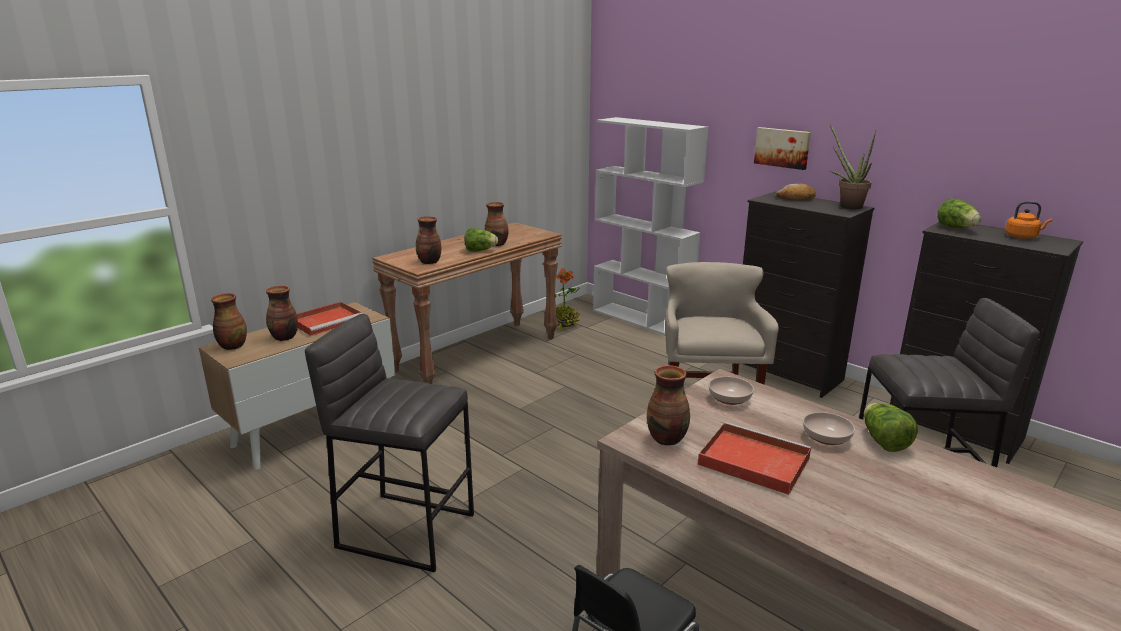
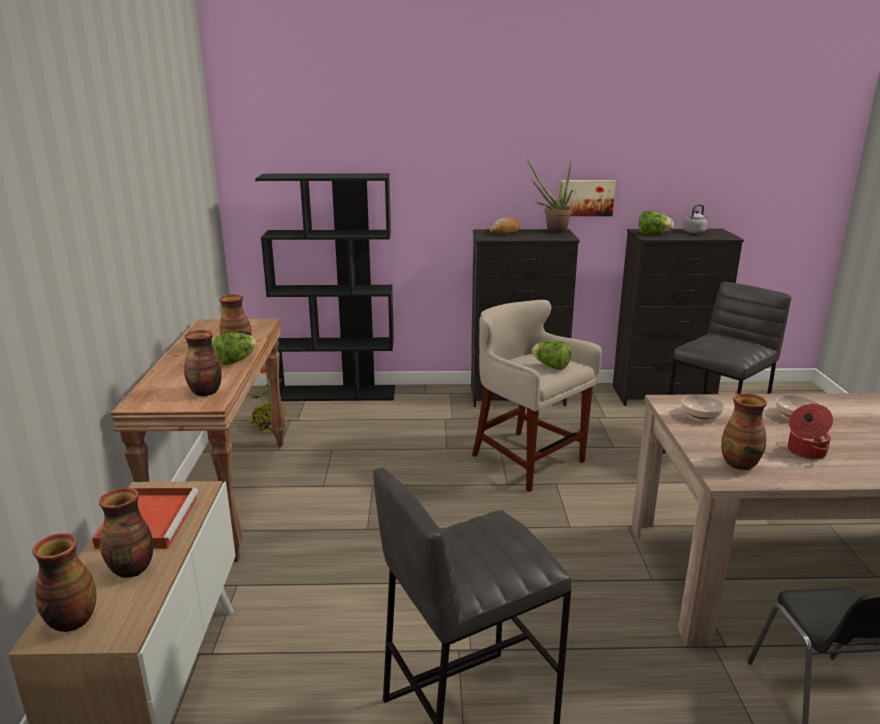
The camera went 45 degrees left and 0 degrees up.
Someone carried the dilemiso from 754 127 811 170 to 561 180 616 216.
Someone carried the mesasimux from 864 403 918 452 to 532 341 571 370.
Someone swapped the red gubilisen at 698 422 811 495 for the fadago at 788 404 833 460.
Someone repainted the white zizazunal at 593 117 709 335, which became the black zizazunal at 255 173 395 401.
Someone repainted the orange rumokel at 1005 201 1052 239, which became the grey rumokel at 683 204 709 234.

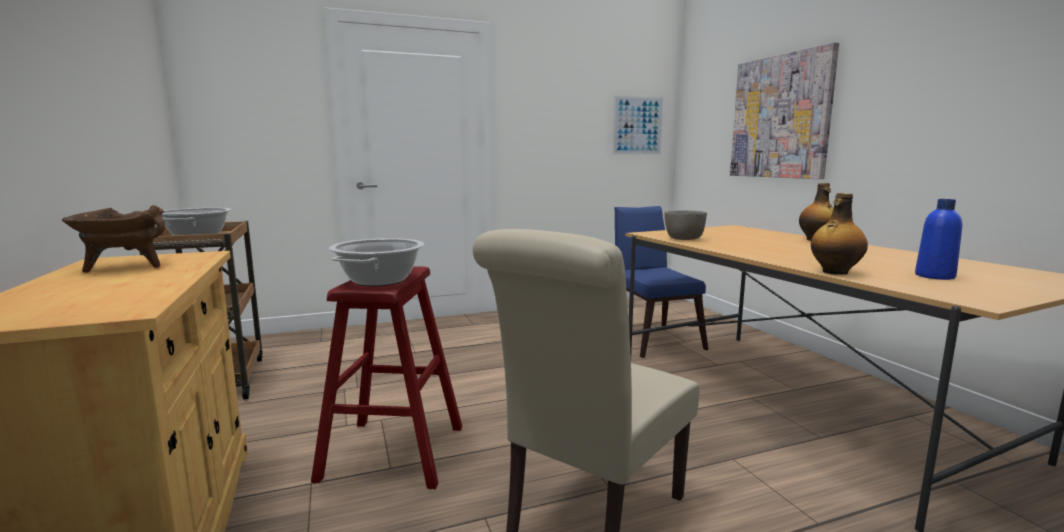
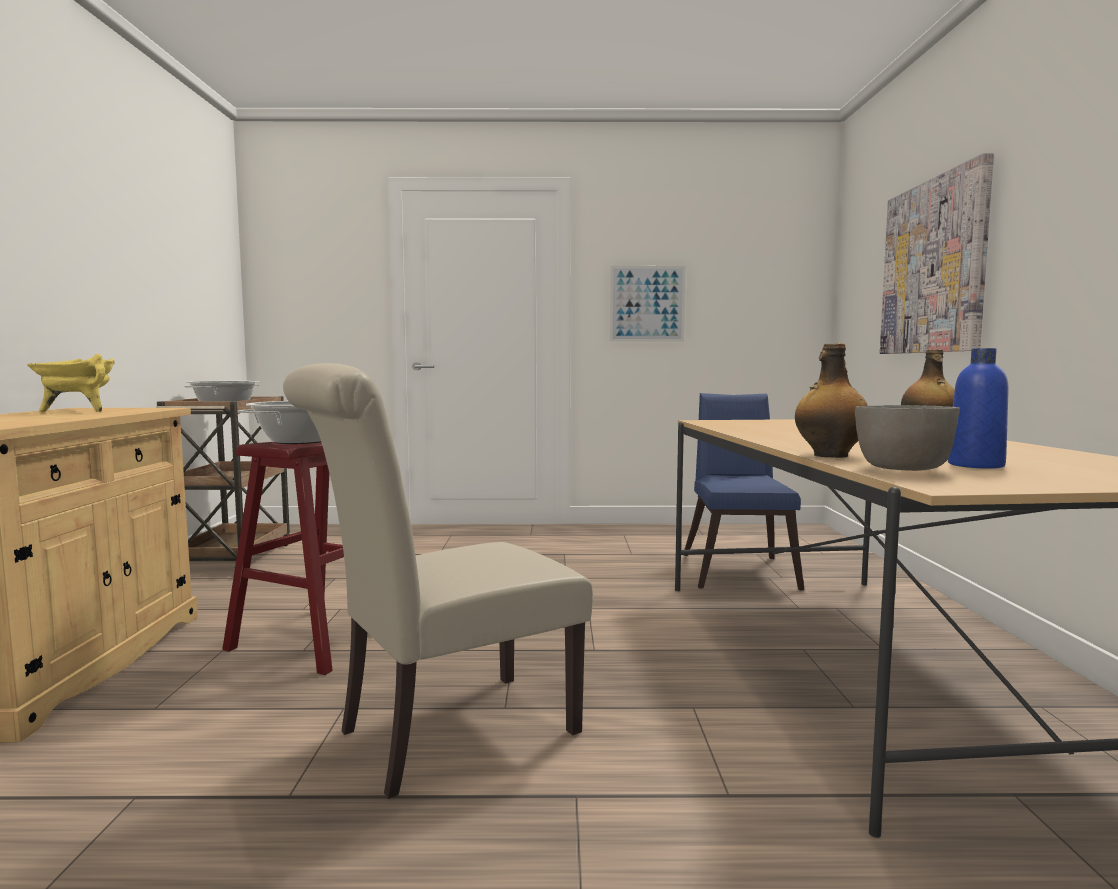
The camera went 20 degrees right and 5 degrees down.
Someone carried the dilemiso from 612 96 664 155 to 610 266 685 341.
Someone carried the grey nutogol from 664 210 707 240 to 855 405 960 471.
Someone repainted the brown fadago at 62 205 165 272, which became the yellow fadago at 27 354 115 412.

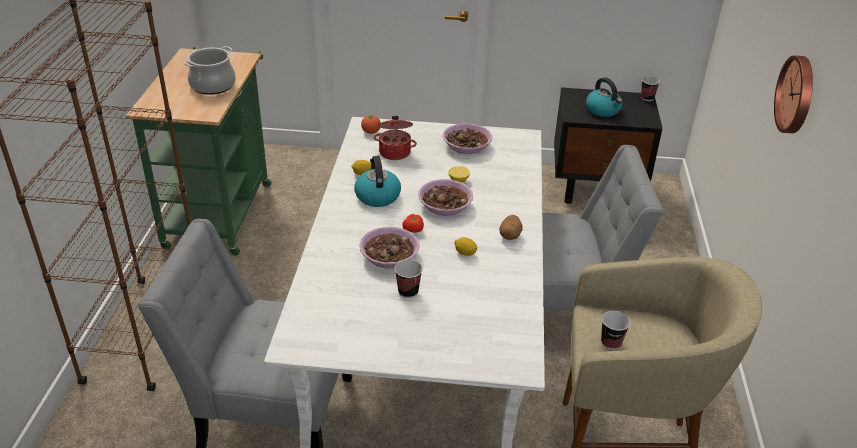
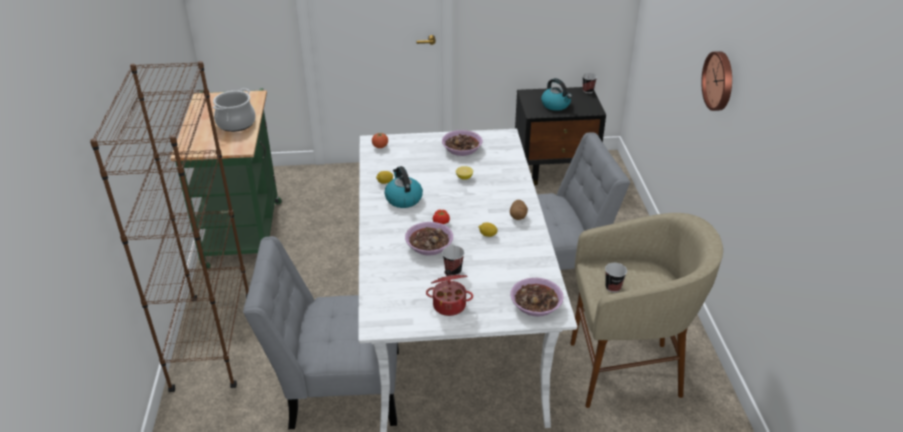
The camera went 10 degrees left and 0 degrees up.
Someone carried the fadago from 374 116 417 160 to 426 270 473 316.
Someone carried the nutogol from 418 179 473 216 to 510 278 564 317.

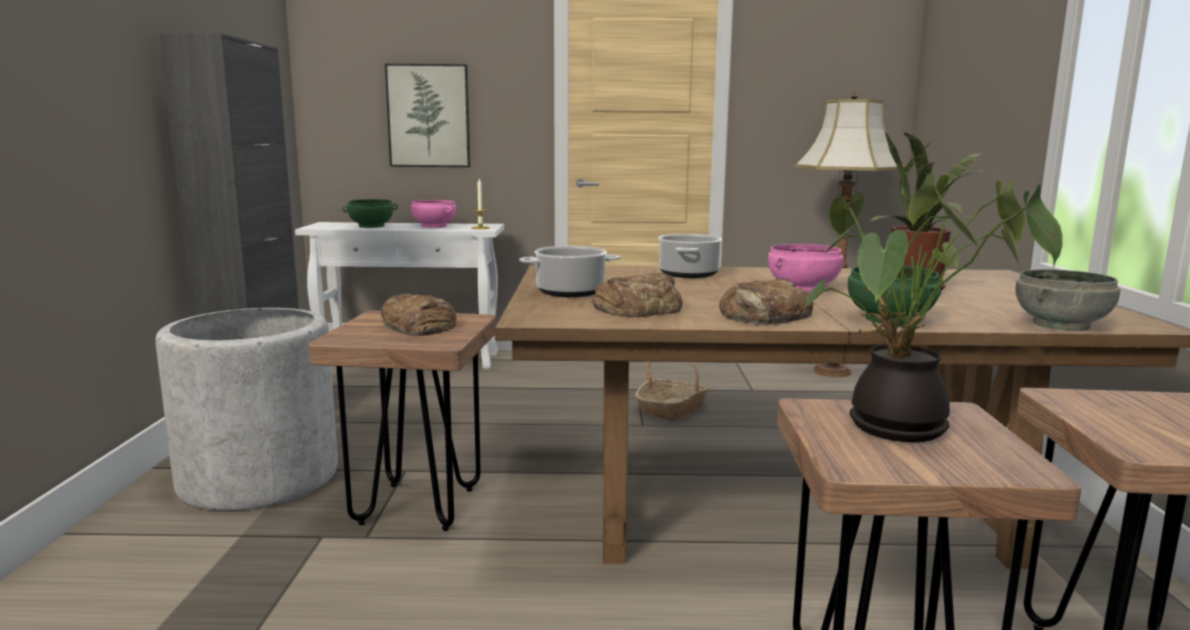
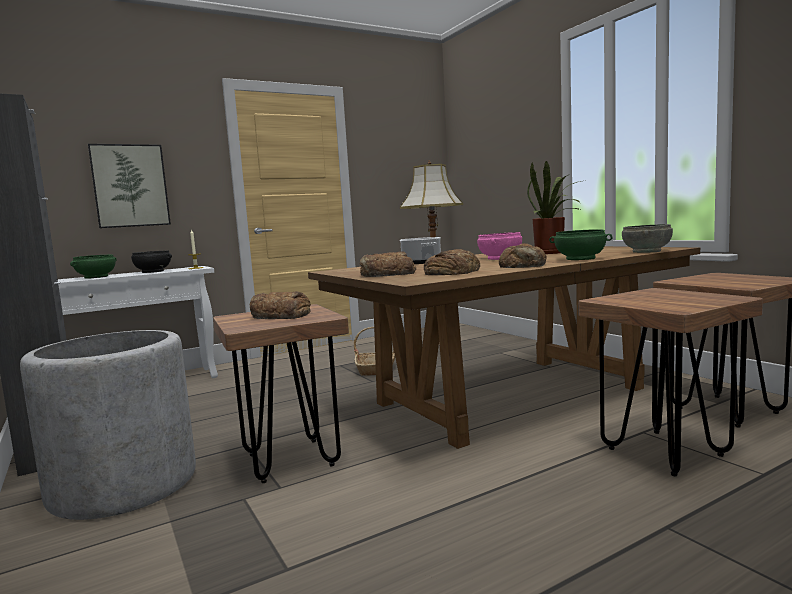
The camera went 30 degrees left and 5 degrees down.
Someone took away the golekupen at 803 173 1062 442.
Someone swapped the fadago at 519 246 621 297 for the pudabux at 360 251 416 277.
Someone repainted the pink nutogol at 411 200 456 228, which became the black nutogol at 131 251 172 273.

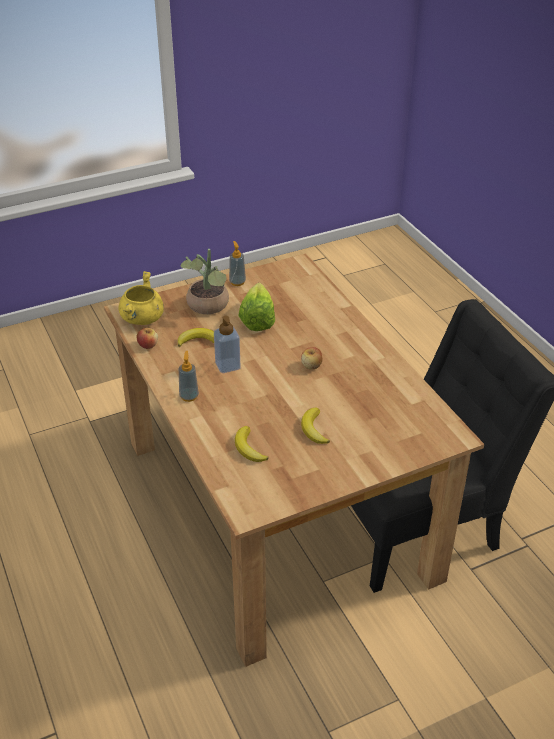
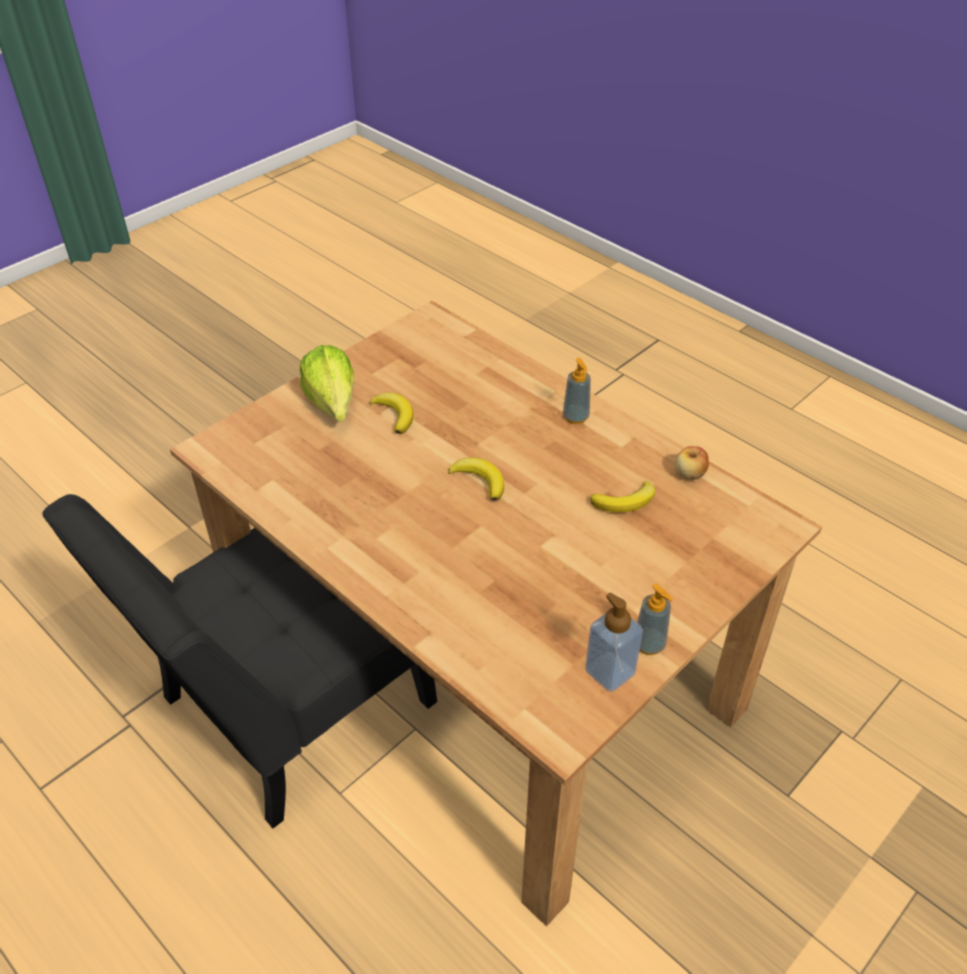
The camera went 160 degrees right and 5 degrees up.
Someone took away the yellow fadago at 119 271 164 325.
Someone took away the golekupen at 181 249 229 314.
Someone took away the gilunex at 301 347 323 370.
Someone carried the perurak from 214 316 241 373 to 585 593 643 692.
Someone carried the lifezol from 235 426 269 462 to 448 457 504 501.
Someone carried the mesasimux from 239 283 275 331 to 300 345 354 422.

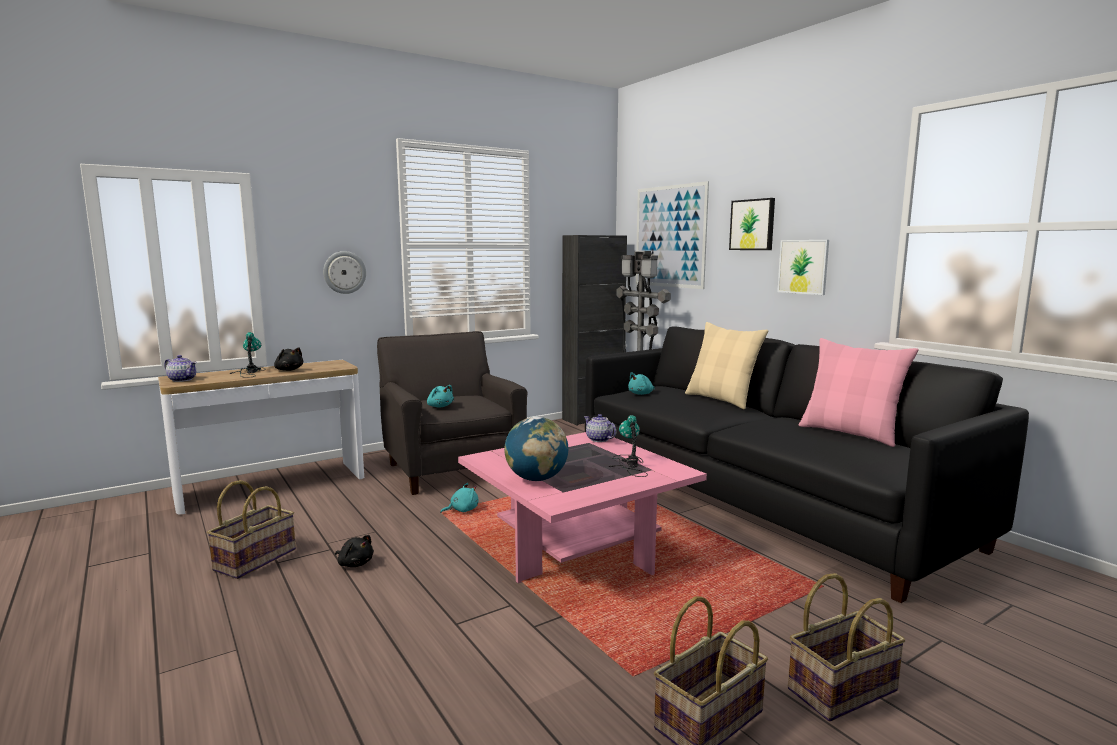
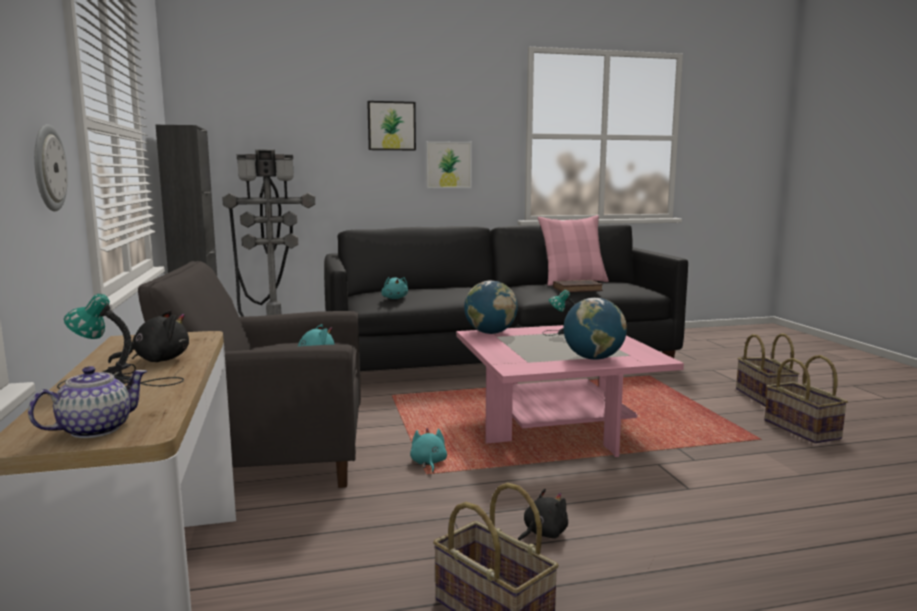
The camera went 70 degrees left and 0 degrees up.
Someone took away the dilemiso at 636 181 709 289.
Someone took away the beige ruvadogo at 685 322 768 409.
Someone put down the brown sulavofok at 553 280 603 292.
Someone swapped the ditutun at 584 414 617 442 for the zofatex at 464 280 518 334.

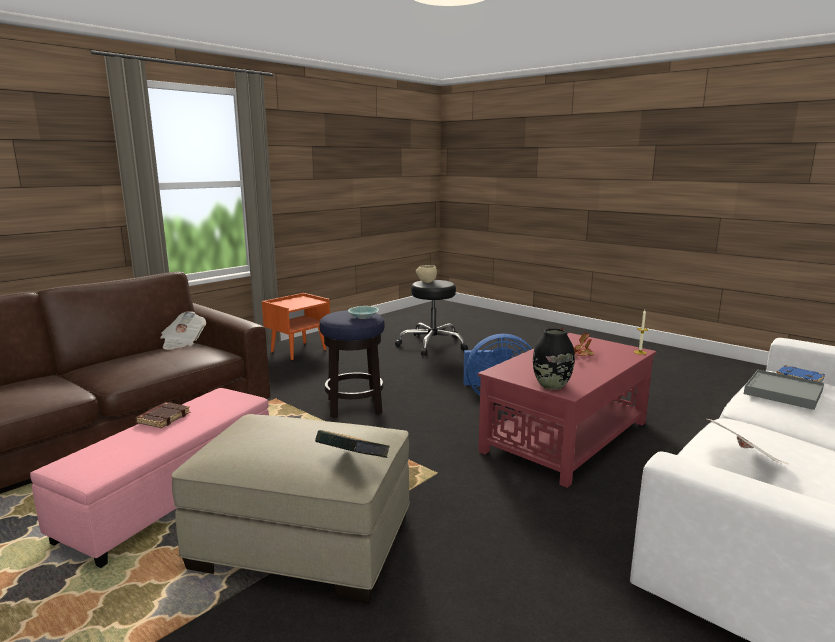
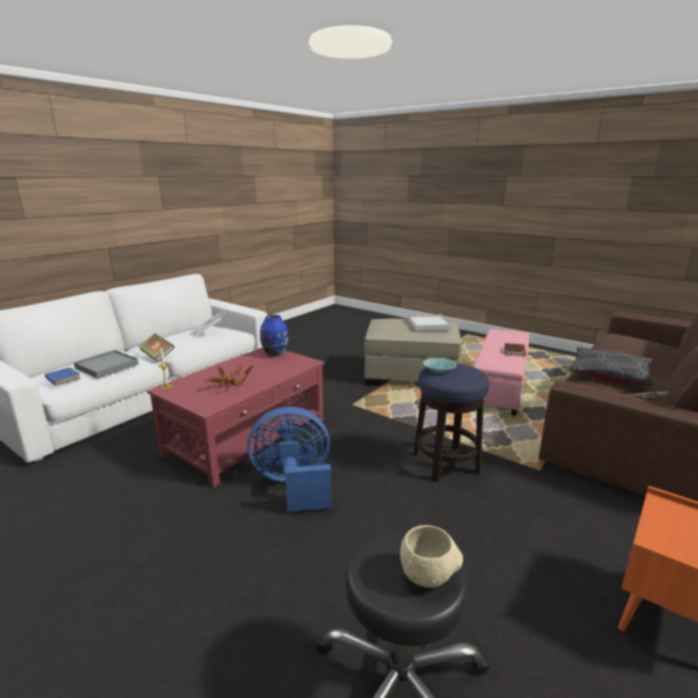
The camera went 175 degrees right and 5 degrees up.
Someone put down the white gubilisen at 408 314 452 331.
Someone put down the grey ruvadogo at 569 347 654 386.
Someone carried the sulavofok from 315 430 390 458 to 139 334 175 362.
Someone repainted the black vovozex at 533 328 575 390, which became the blue vovozex at 260 315 288 357.

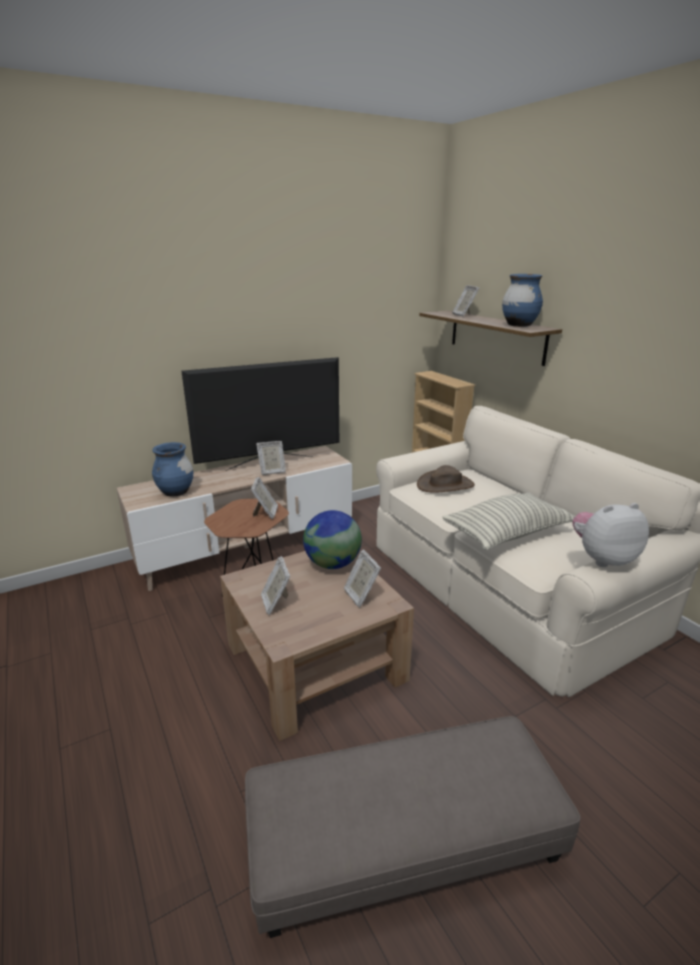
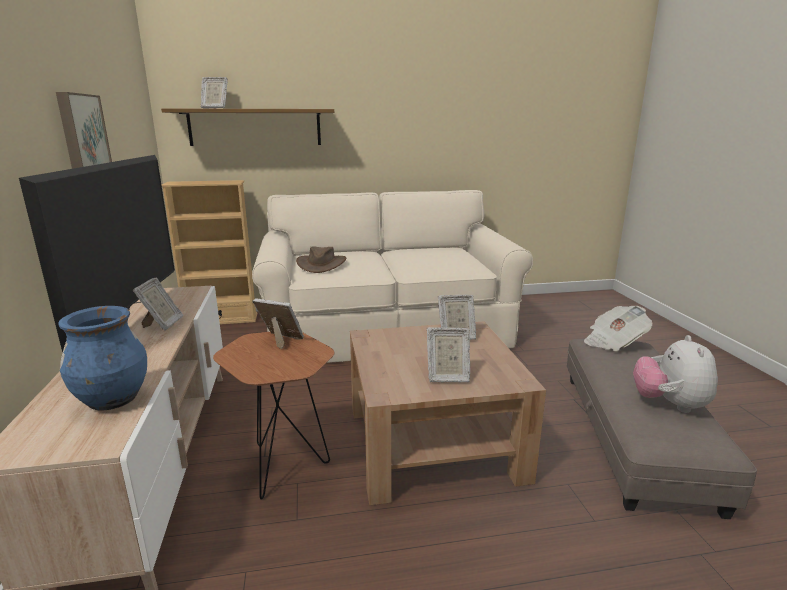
The camera went 70 degrees left and 5 degrees down.
Someone took away the zofatex at 303 510 362 569.
Someone took away the ruvadogo at 442 492 575 550.
Someone took away the blue vovozex at 502 274 543 327.
Someone put up the dilemiso at 56 92 112 169.
Someone put down the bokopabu at 584 306 652 351.
Someone carried the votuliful from 573 503 649 567 to 633 335 718 413.

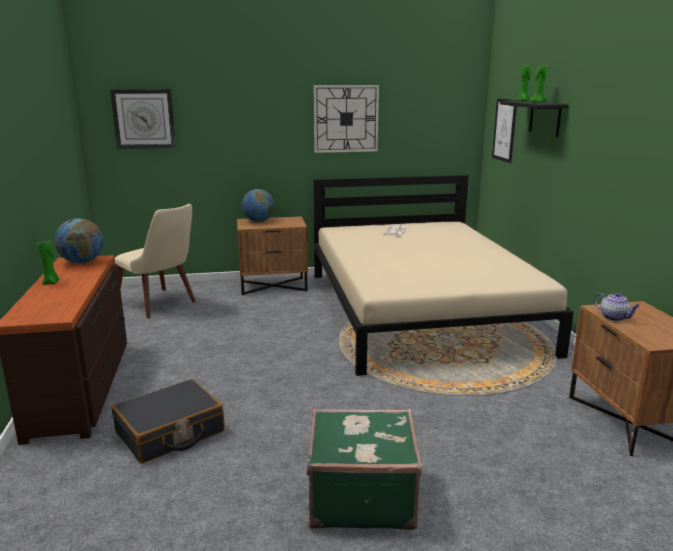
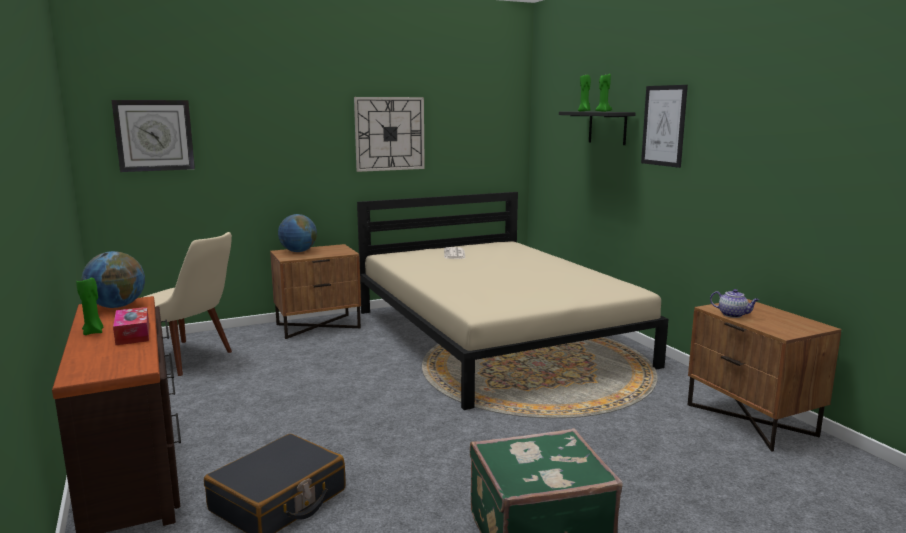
The camera went 15 degrees left and 5 degrees down.
Someone put down the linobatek at 113 307 149 346.
Someone carried the dilemiso from 492 98 517 163 to 641 85 688 168.

